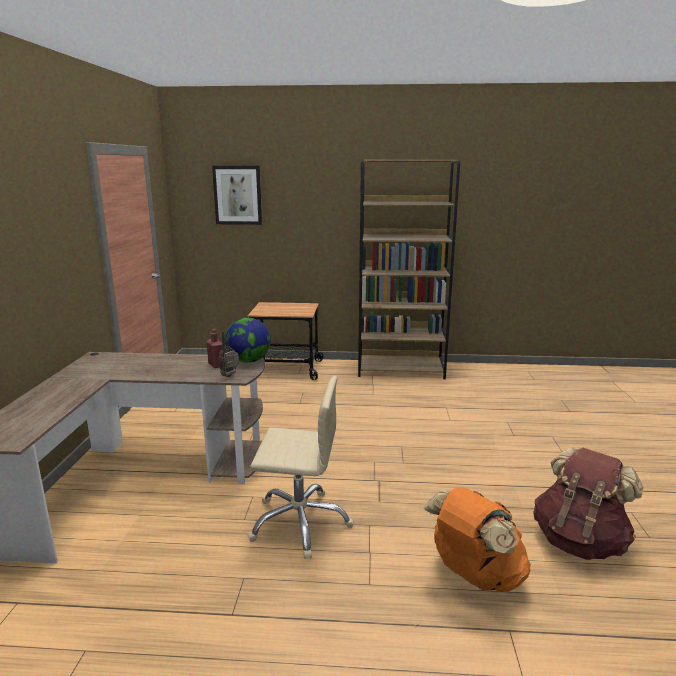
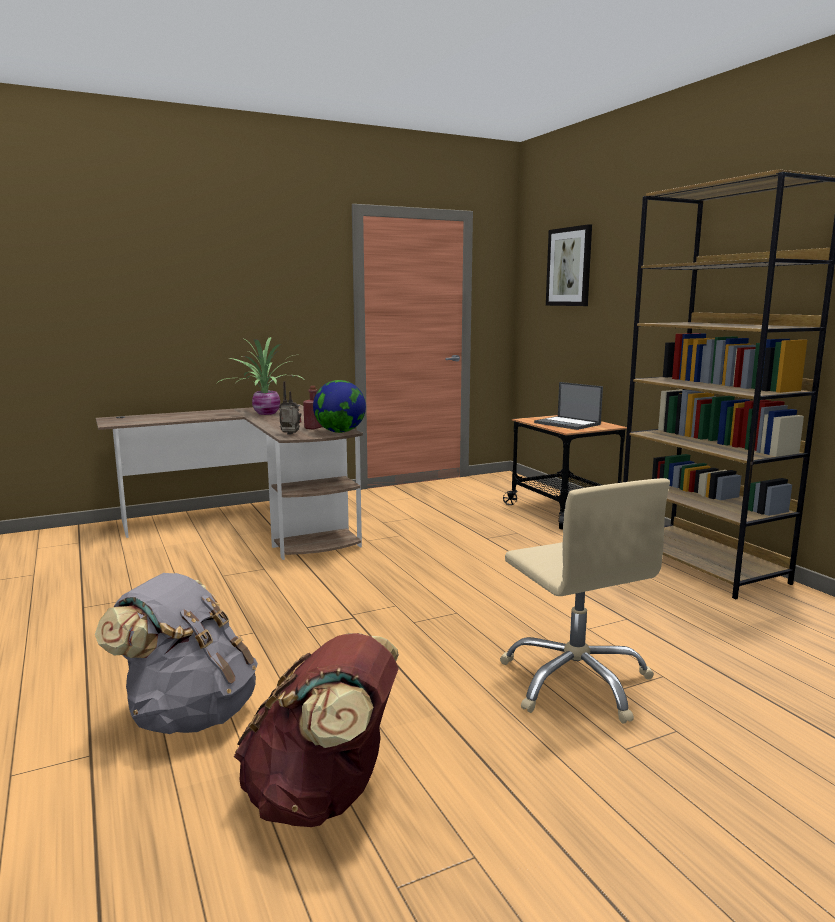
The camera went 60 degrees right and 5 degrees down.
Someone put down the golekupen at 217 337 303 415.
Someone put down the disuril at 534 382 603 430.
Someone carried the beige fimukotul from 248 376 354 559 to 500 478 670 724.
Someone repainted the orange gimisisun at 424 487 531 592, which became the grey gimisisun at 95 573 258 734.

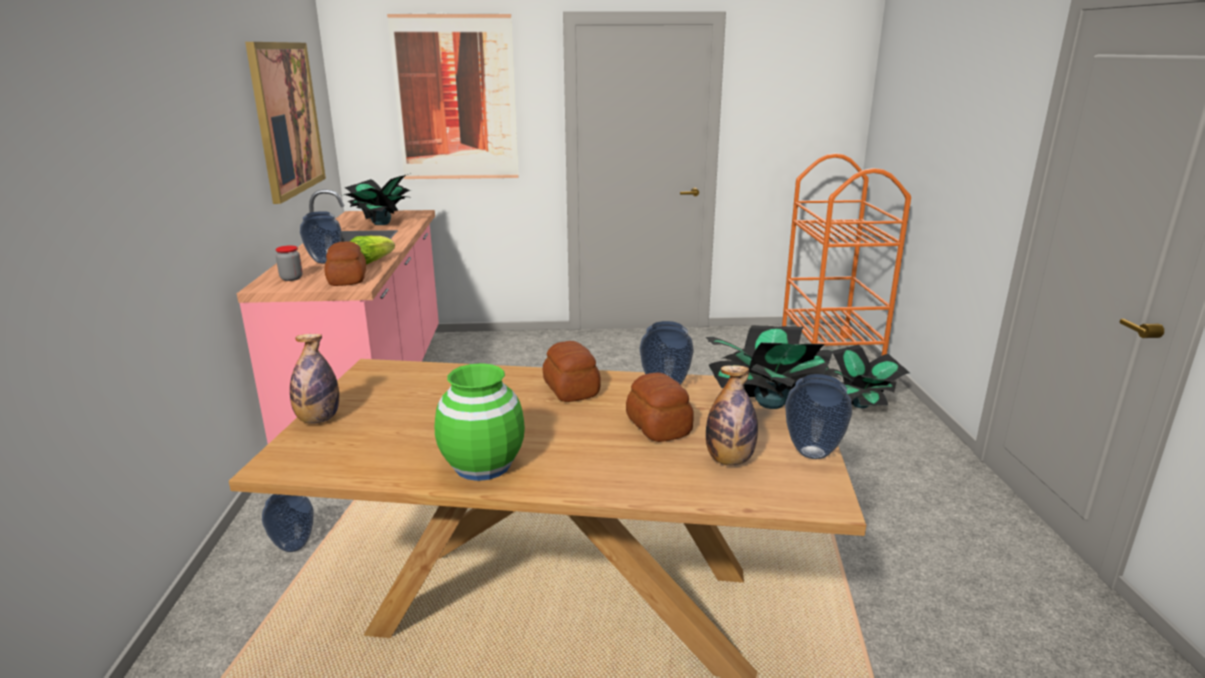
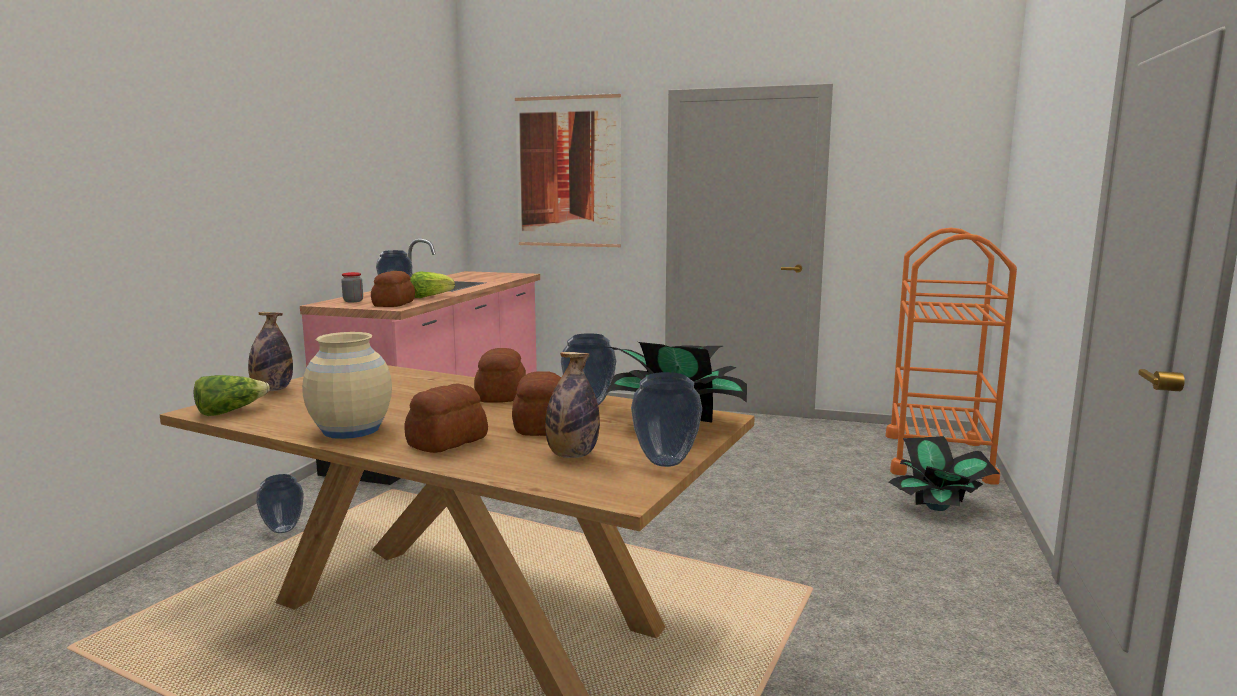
The camera went 20 degrees right and 10 degrees down.
Someone took away the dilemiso at 245 42 326 204.
Someone took away the golekupen at 341 173 411 225.
Someone put down the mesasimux at 194 375 270 416.
Someone put down the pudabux at 405 384 488 453.
Someone repainted the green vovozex at 434 363 525 481, which became the beige vovozex at 302 332 392 439.

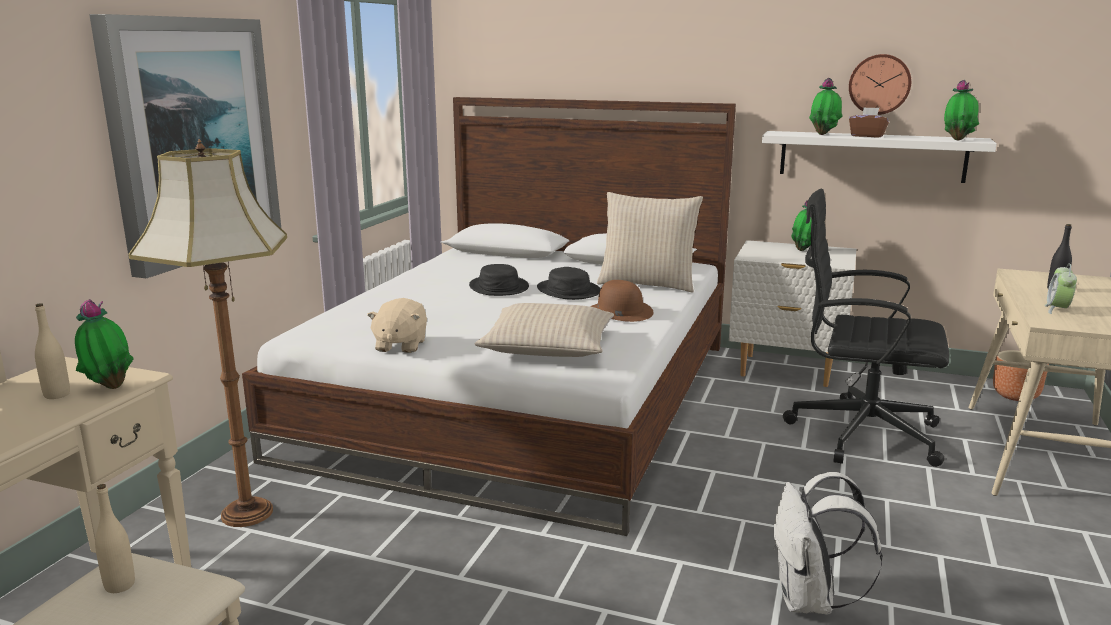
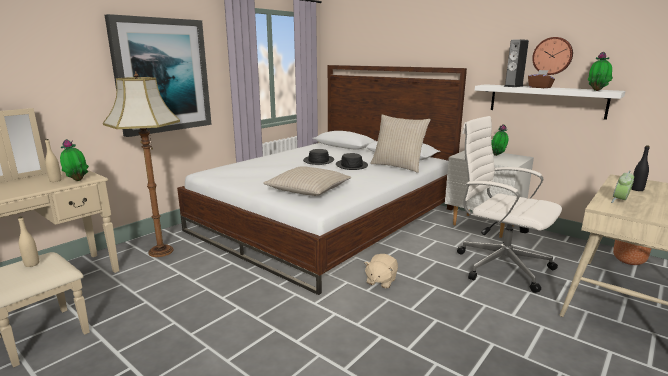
The camera went 20 degrees right and 0 degrees up.
Someone took away the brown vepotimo at 590 280 654 322.
Someone took away the white gimisisun at 773 472 883 615.
Someone carried the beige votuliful from 367 298 427 353 to 364 254 398 289.
Someone swapped the golekupen at 809 78 843 135 for the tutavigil at 504 39 529 87.
Someone repainted the black fimukotul at 783 189 949 467, which became the white fimukotul at 457 116 562 293.

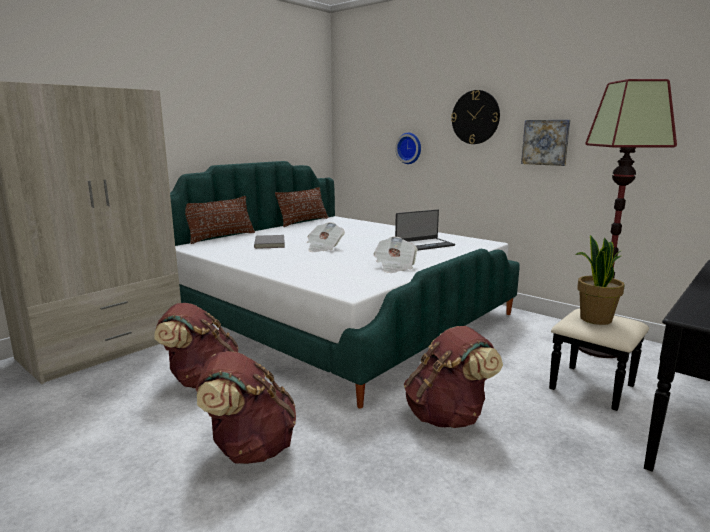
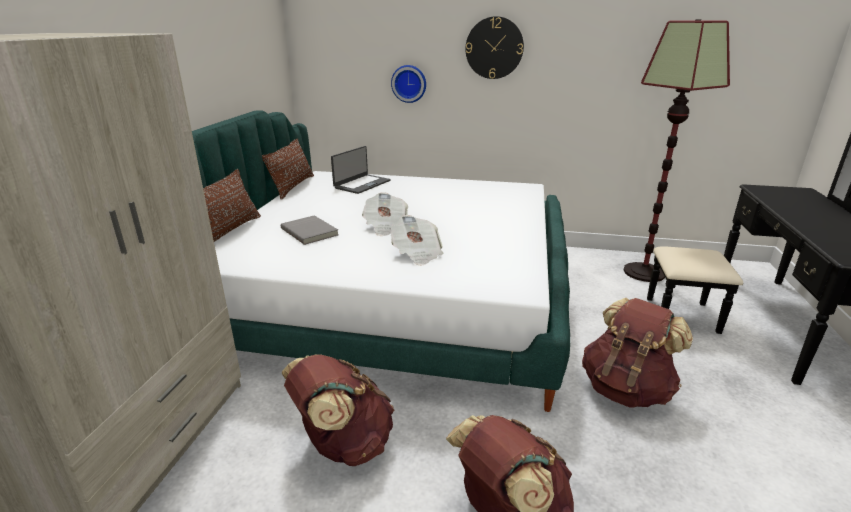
The camera went 30 degrees left and 10 degrees up.
Someone took away the dilemiso at 521 120 571 166.
Someone took away the golekupen at 575 235 625 325.
Someone carried the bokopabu from 374 237 418 273 to 391 215 444 266.
Someone carried the disuril from 395 210 455 250 to 331 146 391 194.

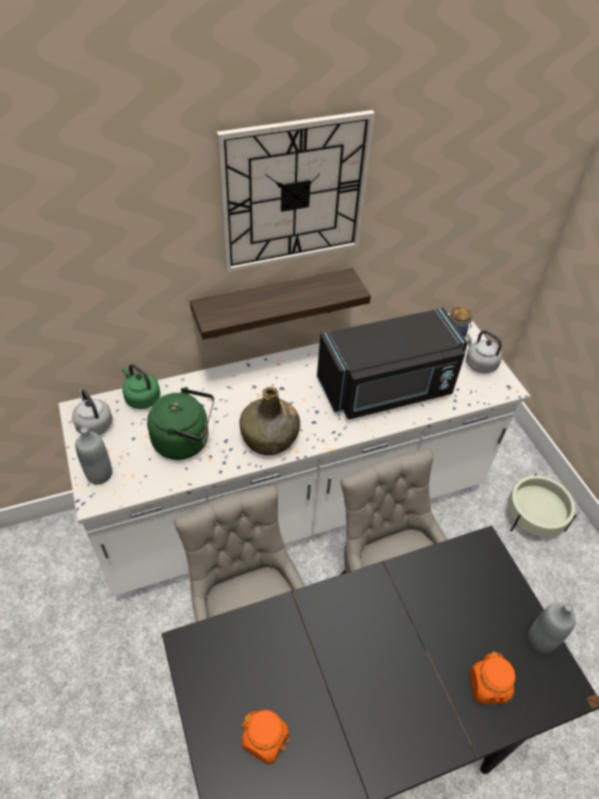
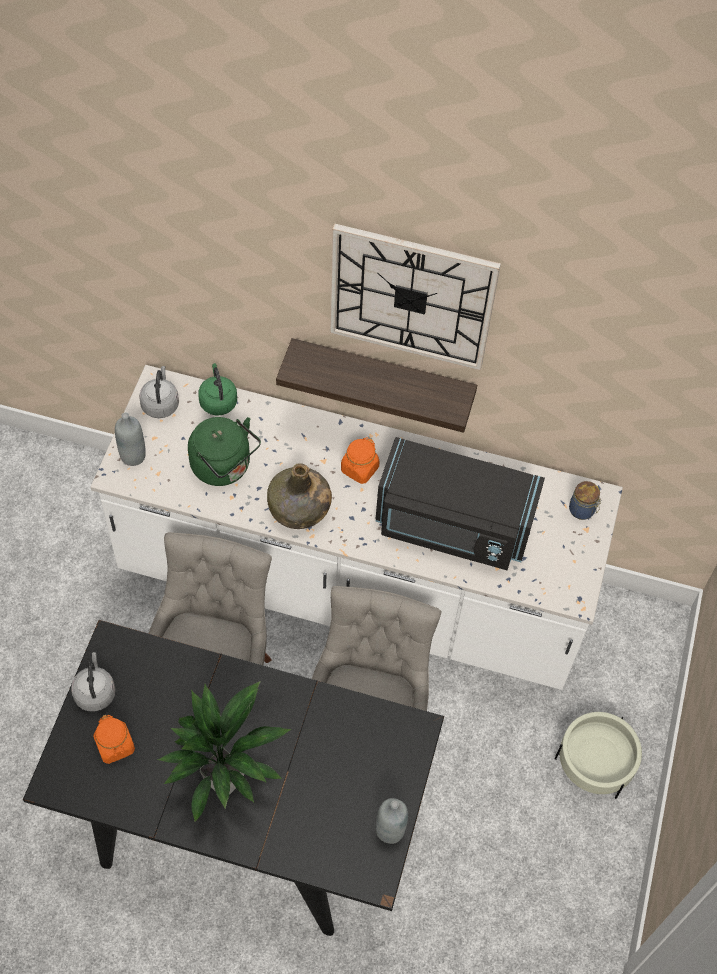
The camera went 35 degrees right and 10 degrees up.
Someone put down the golekupen at 157 681 292 823.
Someone carried the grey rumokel from 466 330 502 373 to 71 652 116 712.
Someone carried the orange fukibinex from 470 651 515 704 to 341 437 380 484.

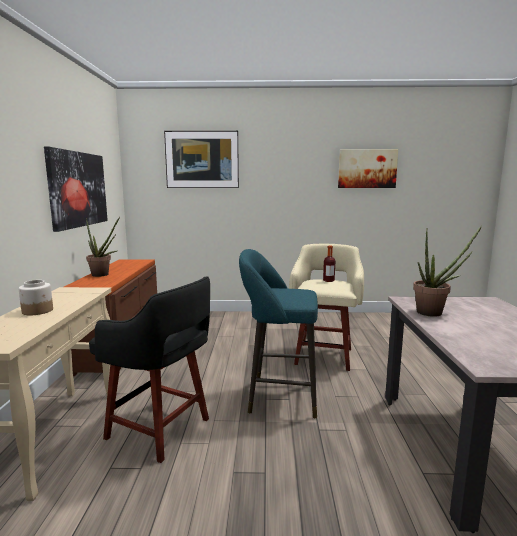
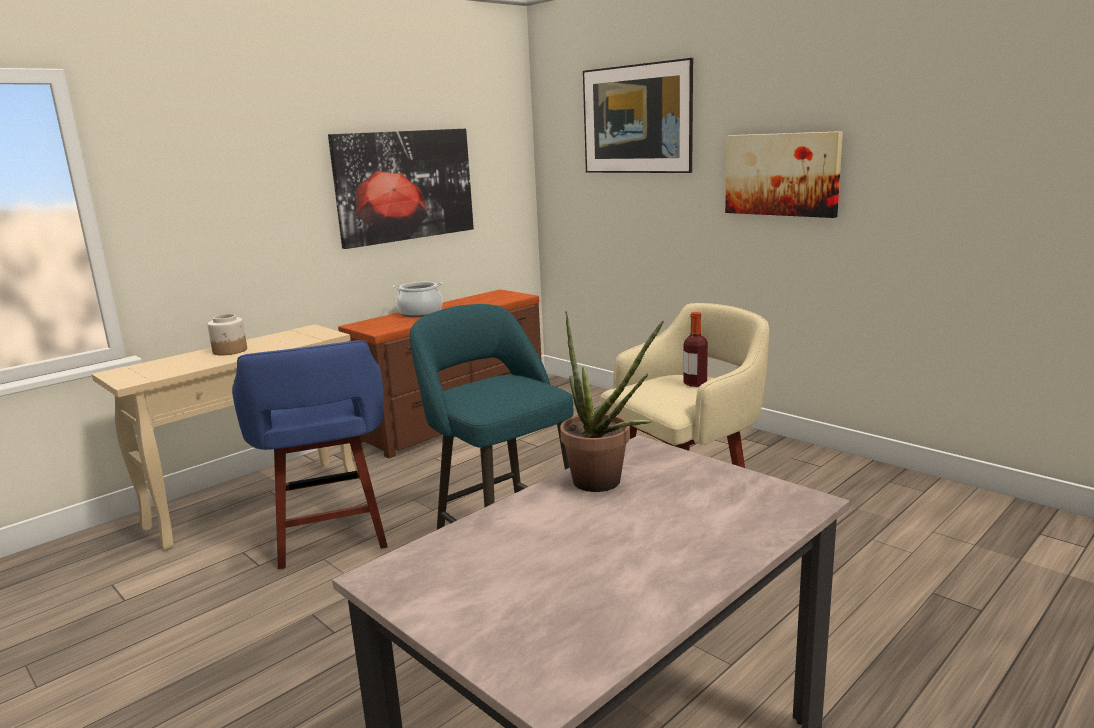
The camera went 45 degrees right and 5 degrees up.
Someone carried the dilemiso from 338 149 398 188 to 725 131 843 218.
Someone swapped the golekupen at 86 217 120 277 for the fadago at 393 282 443 317.
Someone repainted the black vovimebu at 89 276 210 463, which became the blue vovimebu at 232 340 388 570.

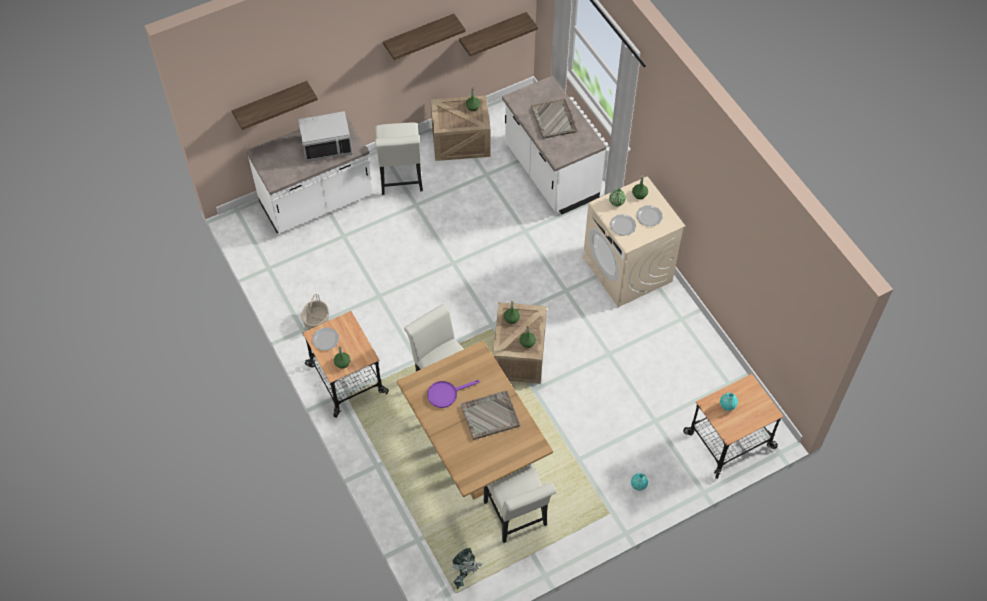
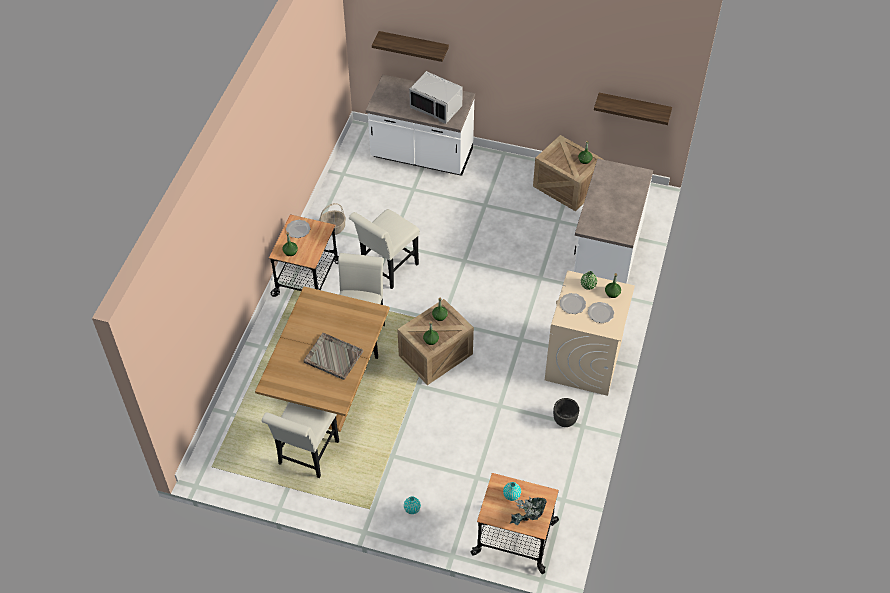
The camera went 45 degrees right and 5 degrees down.
Someone took away the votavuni at 383 14 466 60.
Someone took away the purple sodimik at 427 380 480 408.
Someone took away the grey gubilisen at 531 98 577 139.
Someone put down the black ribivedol at 553 398 579 427.
Someone carried the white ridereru from 375 122 423 195 to 349 209 420 289.
Someone carried the golekupen from 451 548 483 589 to 510 496 547 526.

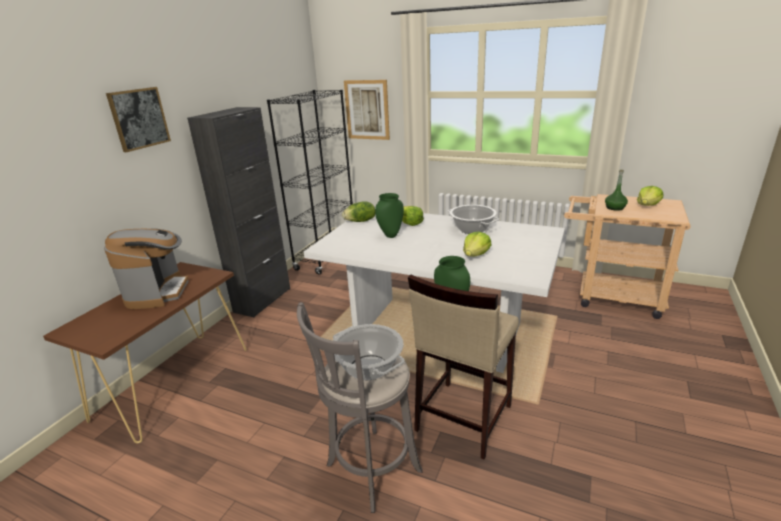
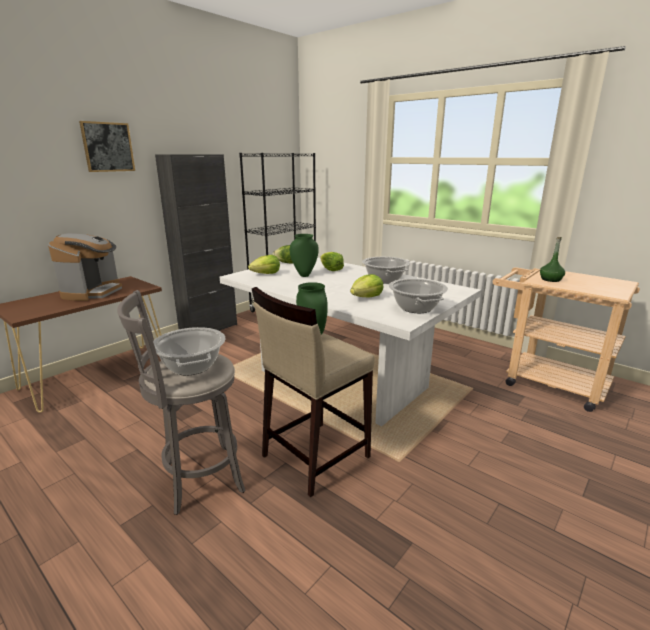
The camera went 15 degrees right and 5 degrees down.
Someone took away the dilemiso at 344 80 390 140.
Someone put down the fadago at 389 279 448 313.
Someone carried the mesasimux from 637 186 663 206 to 248 255 280 274.

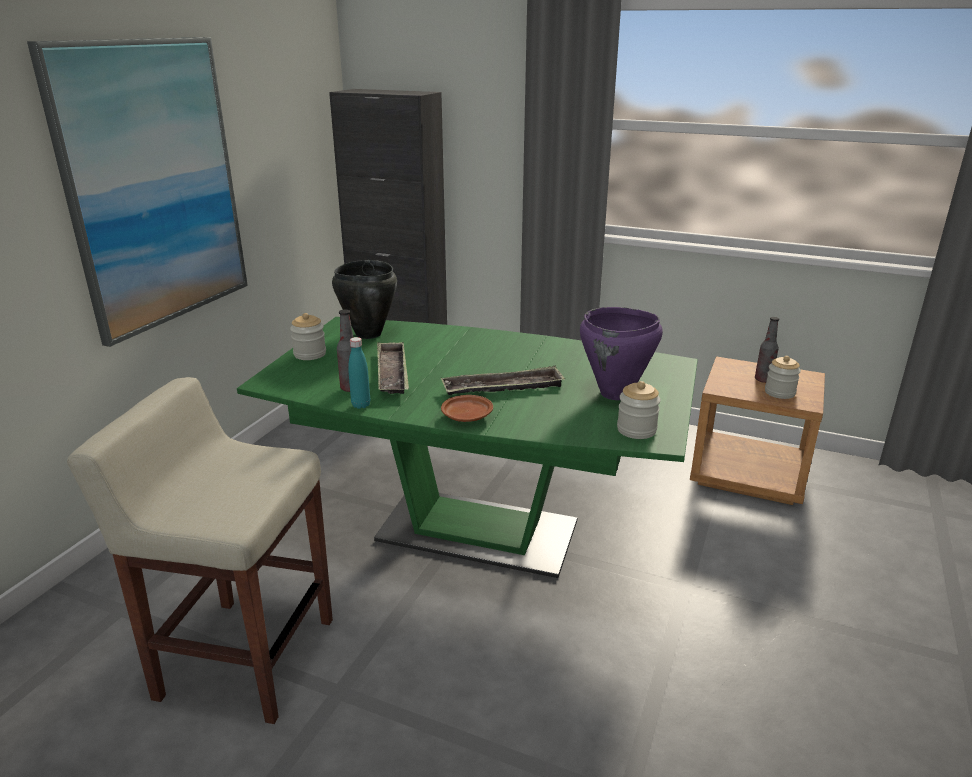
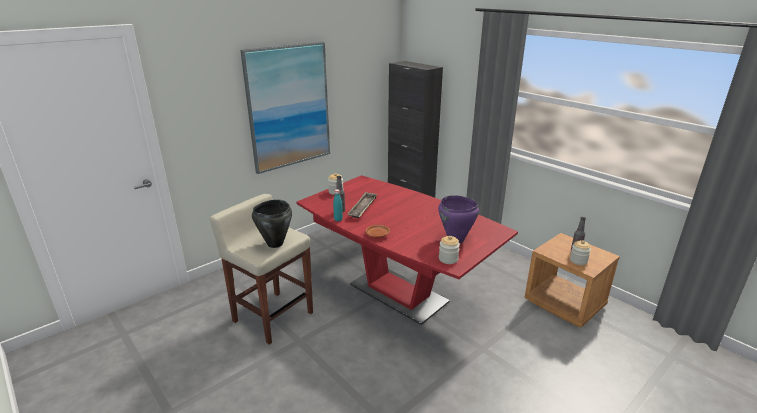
The camera went 25 degrees right and 0 degrees up.
Someone took away the gubilisen at 441 366 565 395.
Someone carried the black fadago from 332 260 397 339 to 252 200 292 248.
Someone repainted the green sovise at 237 317 698 578, which became the red sovise at 296 175 518 325.

